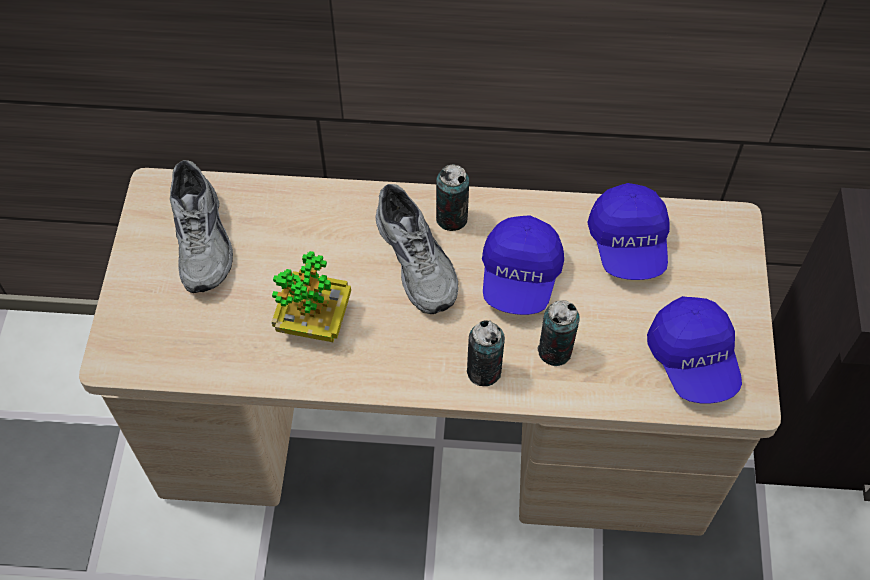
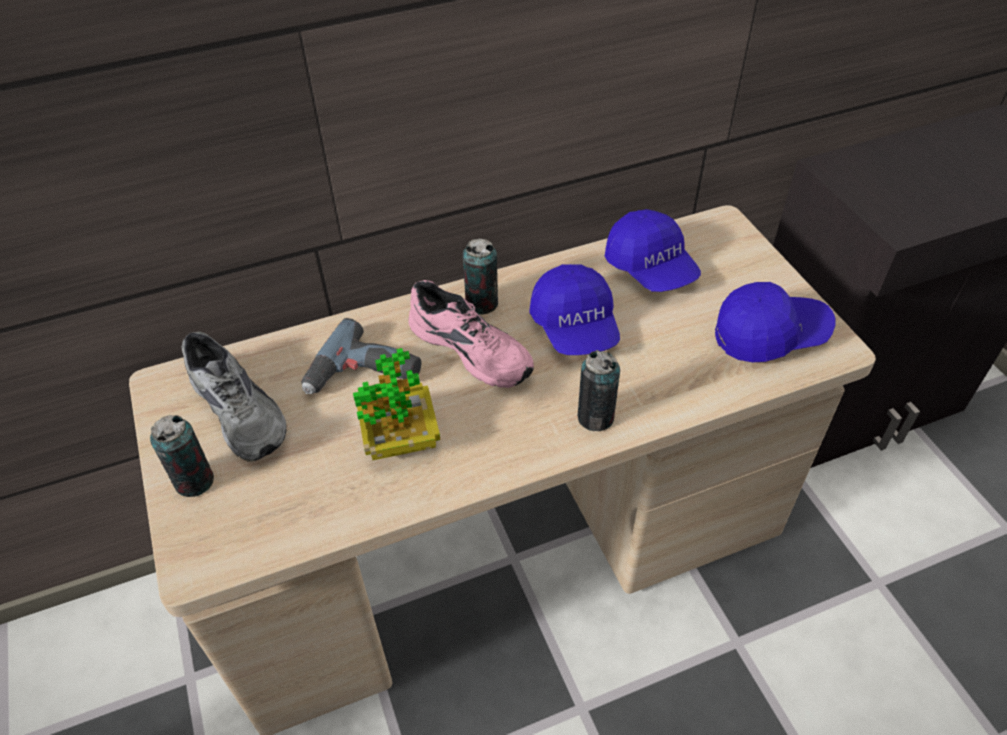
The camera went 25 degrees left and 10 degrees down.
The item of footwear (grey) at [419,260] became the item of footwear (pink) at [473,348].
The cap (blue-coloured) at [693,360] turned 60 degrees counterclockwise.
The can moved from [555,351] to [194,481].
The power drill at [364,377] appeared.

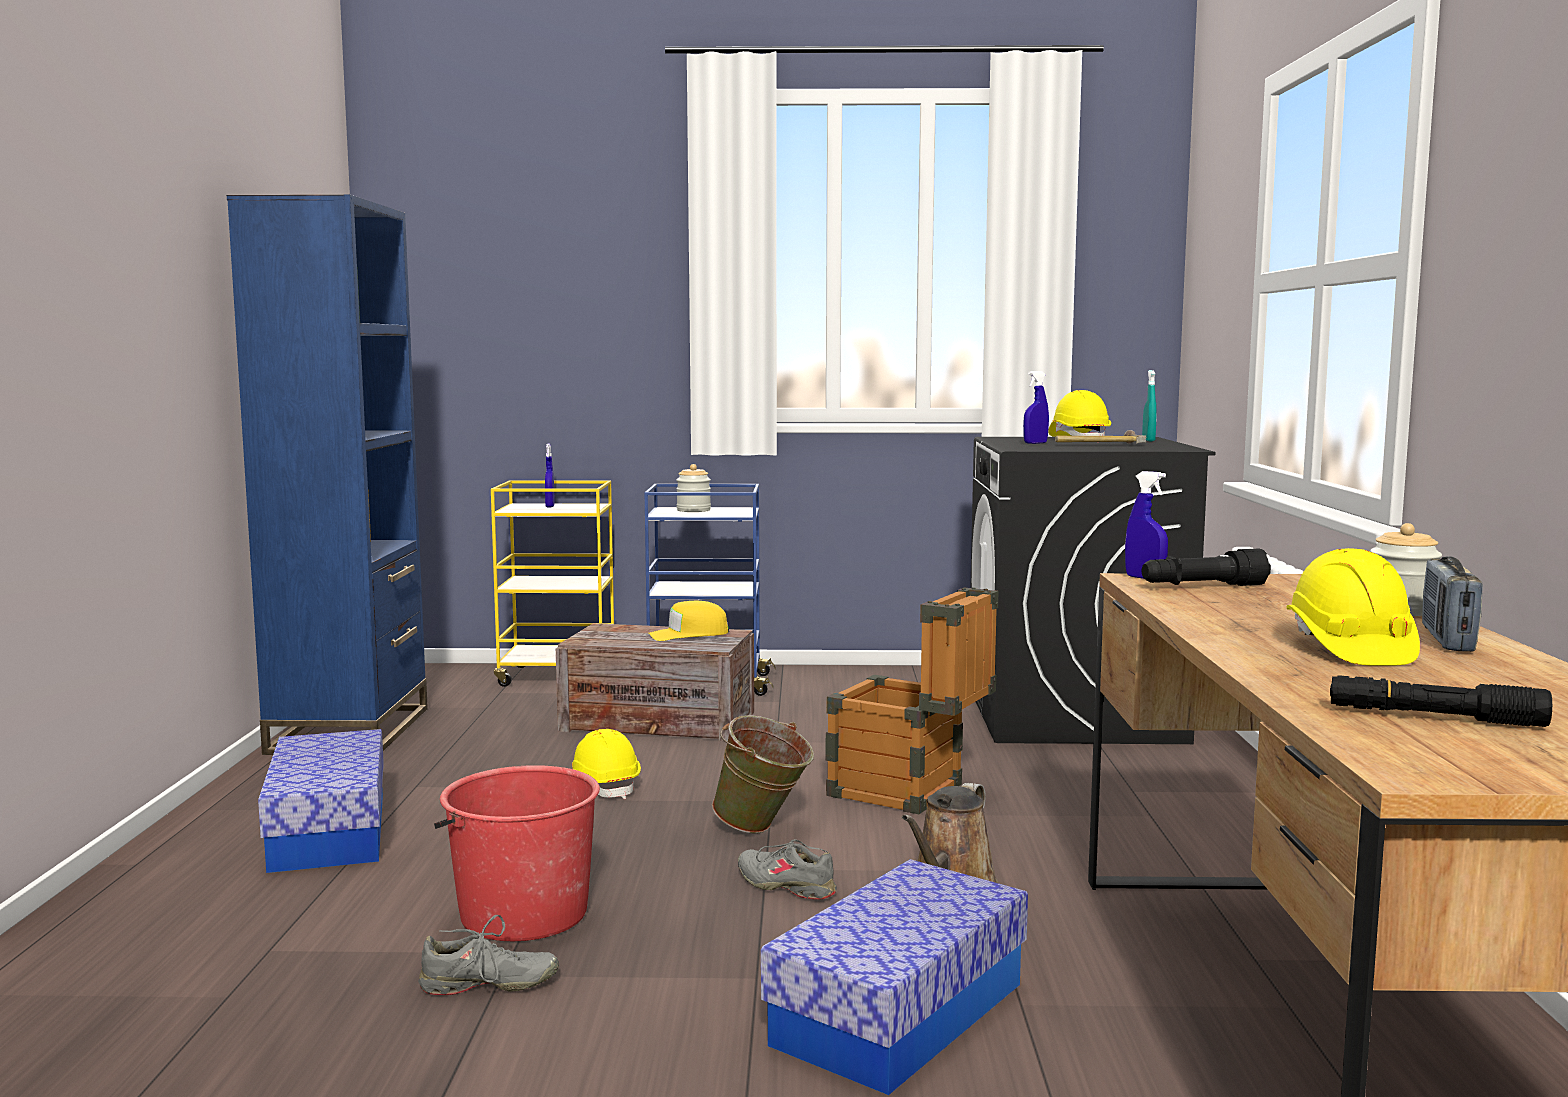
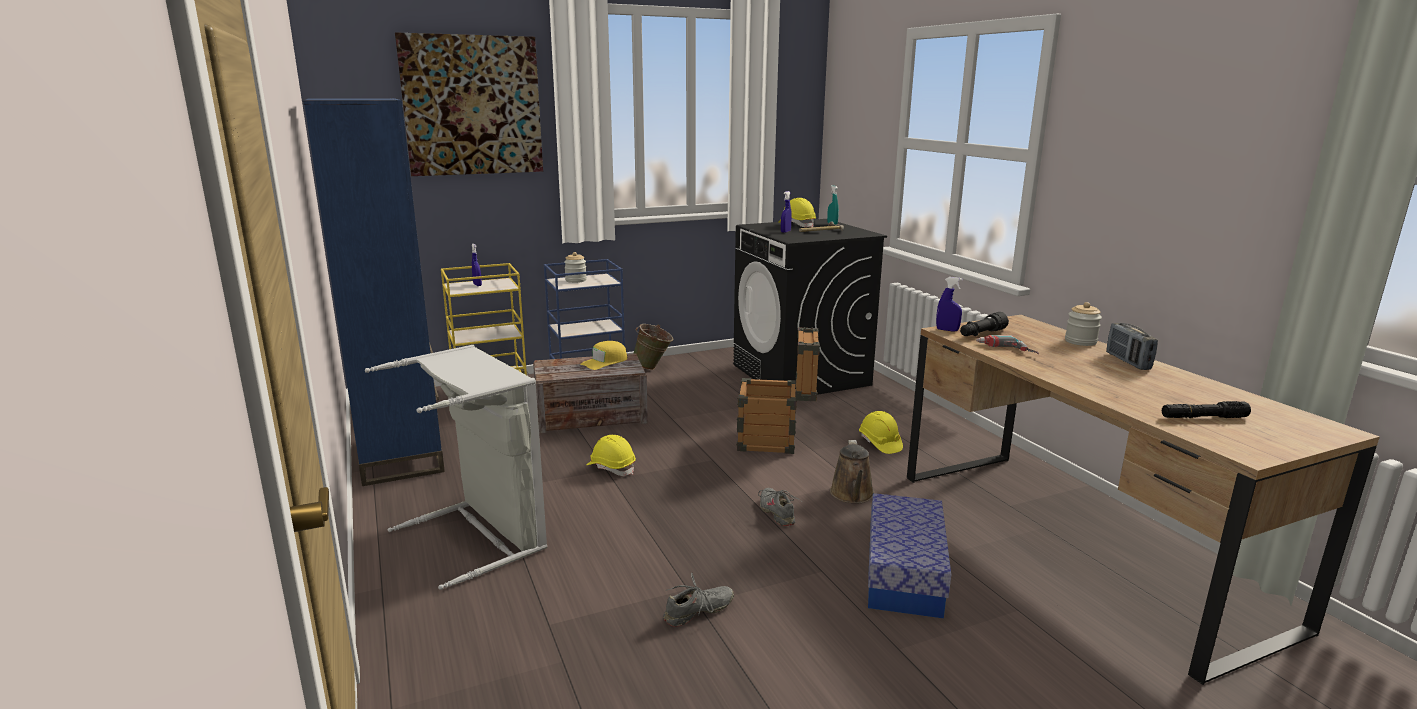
The camera went 25 degrees left and 10 degrees up.
The work helmet (yellow) moved from [1349,649] to [879,443].
The bucket (green-coloured) moved from [762,830] to [653,368].
The storage container at [329,832] was replaced by the laundry basket (grey) at [483,535].
The bucket (red) at [522,914] disappeared.
The item of footwear (grey) at [786,885] turned 60 degrees clockwise.
The wall picture at [472,106] appeared.
The power drill at [1005,350] appeared.

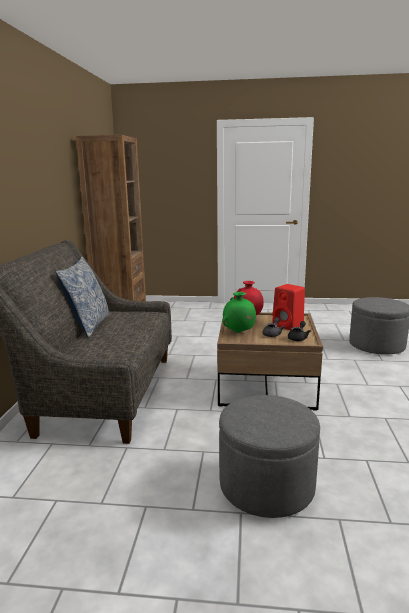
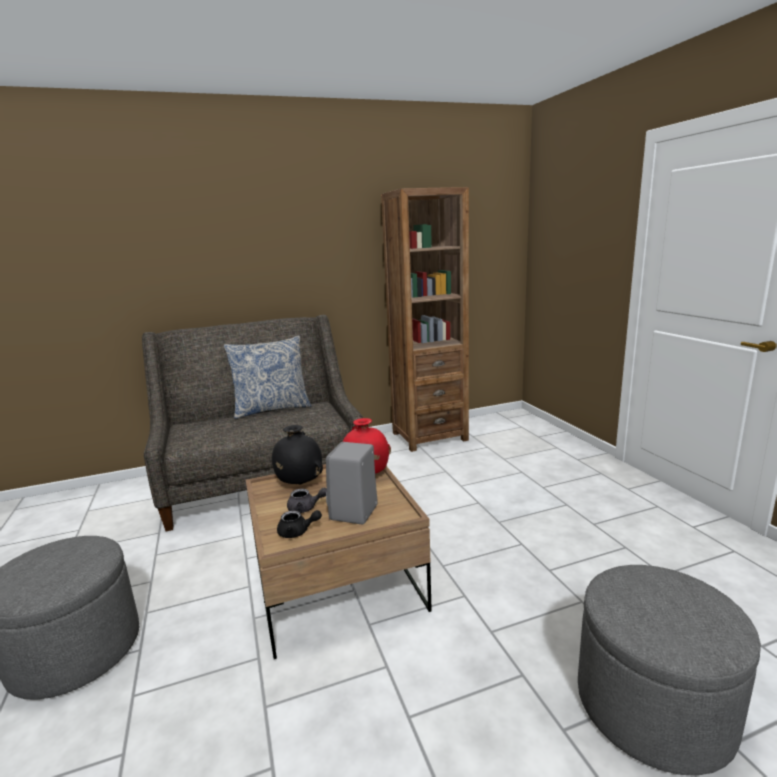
The camera went 65 degrees right and 0 degrees up.
The speaker (red) at [289,325] became the speaker (grey) at [353,513].
The flower vase (green-coloured) at [239,332] became the flower vase (blackish) at [299,484].

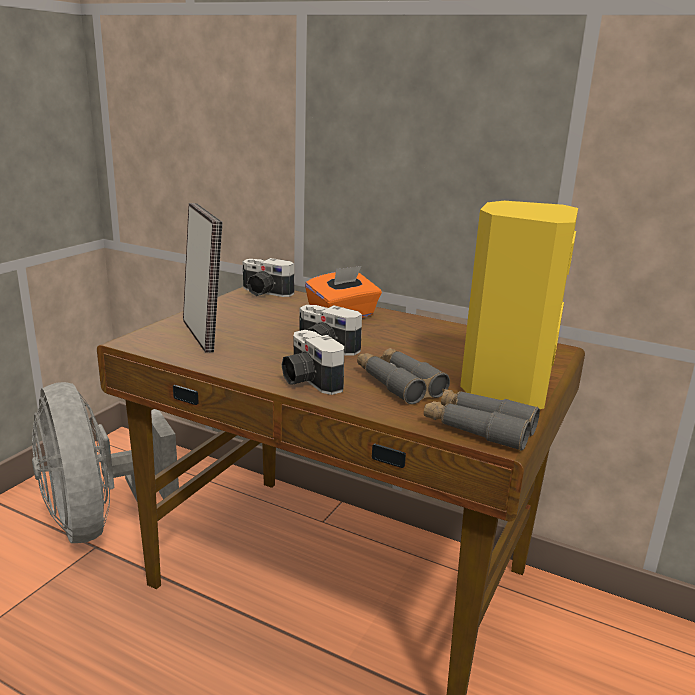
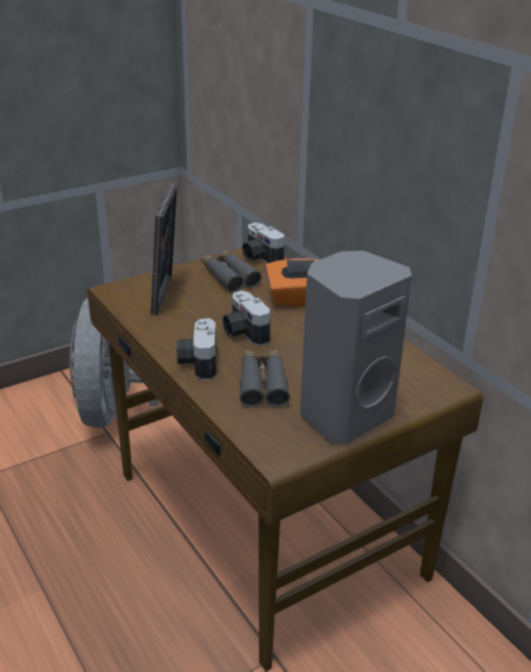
The camera went 30 degrees right and 10 degrees up.
The speaker (yellow) at [504,389] became the speaker (grey) at [343,414].
The field glasses (grey) moved from [478,428] to [229,277].

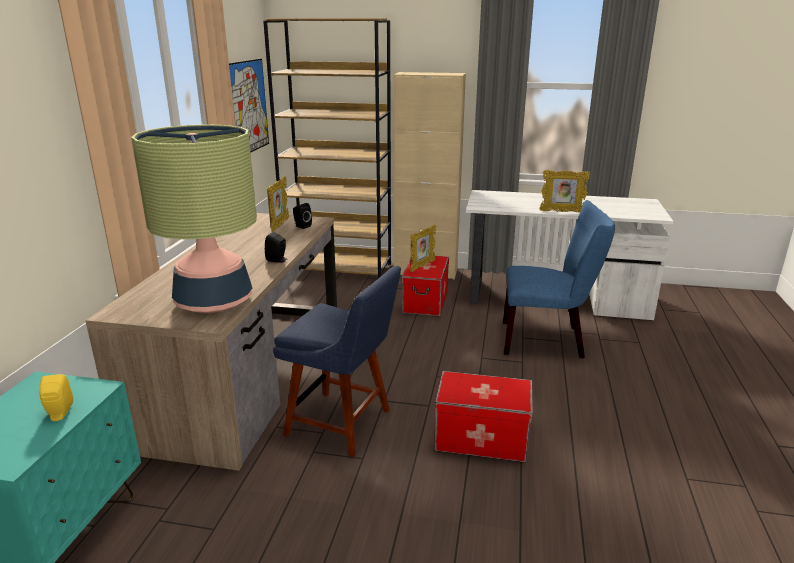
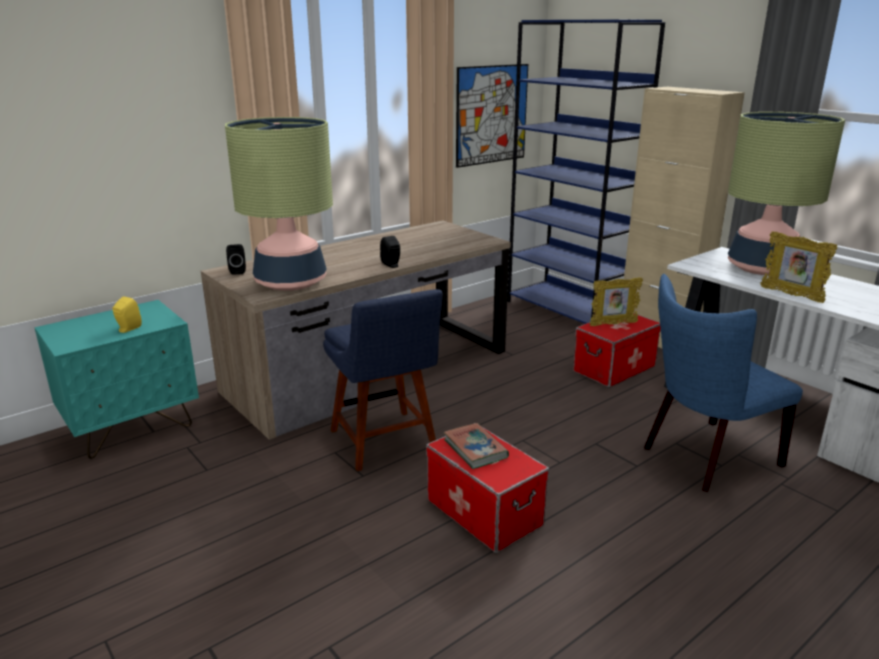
The camera went 40 degrees right and 0 degrees up.
The shelving unit (brown) at [339,269] became the shelving unit (blue-coloured) at [567,311].
The standing frame at [279,225] disappeared.
The chair (blue-coloured) at [548,340] turned 105 degrees clockwise.
The speaker (blackish) moved from [301,226] to [238,271].
The table lamp at [762,268] appeared.
The volume at [475,449] appeared.

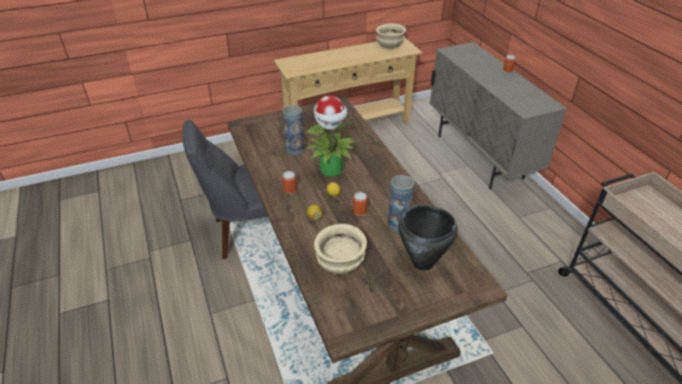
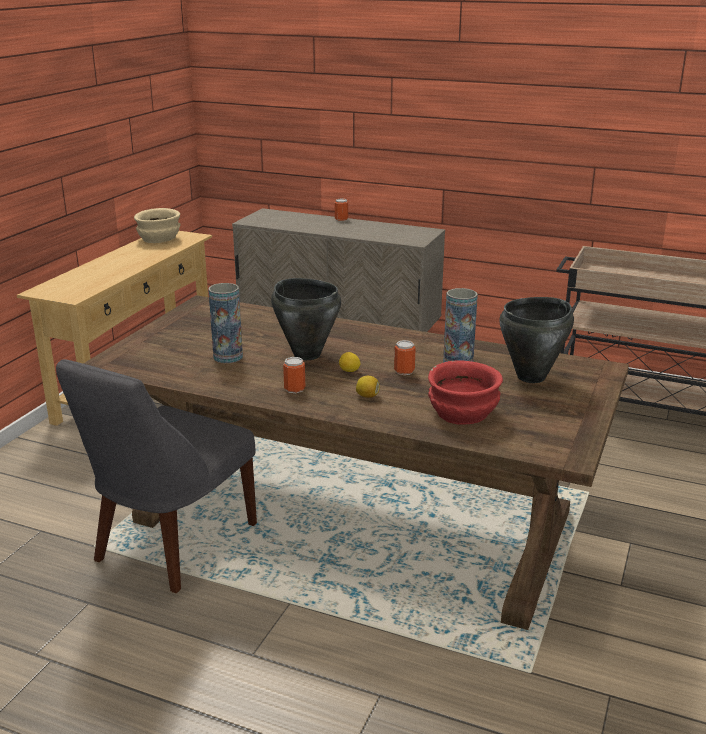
The camera went 45 degrees left and 15 degrees down.
The plant in a pot at [332,169] was replaced by the cooking pot (blackish) at [307,354].
The deep dish (sand-coloured) at [340,262] became the deep dish (red) at [463,413].

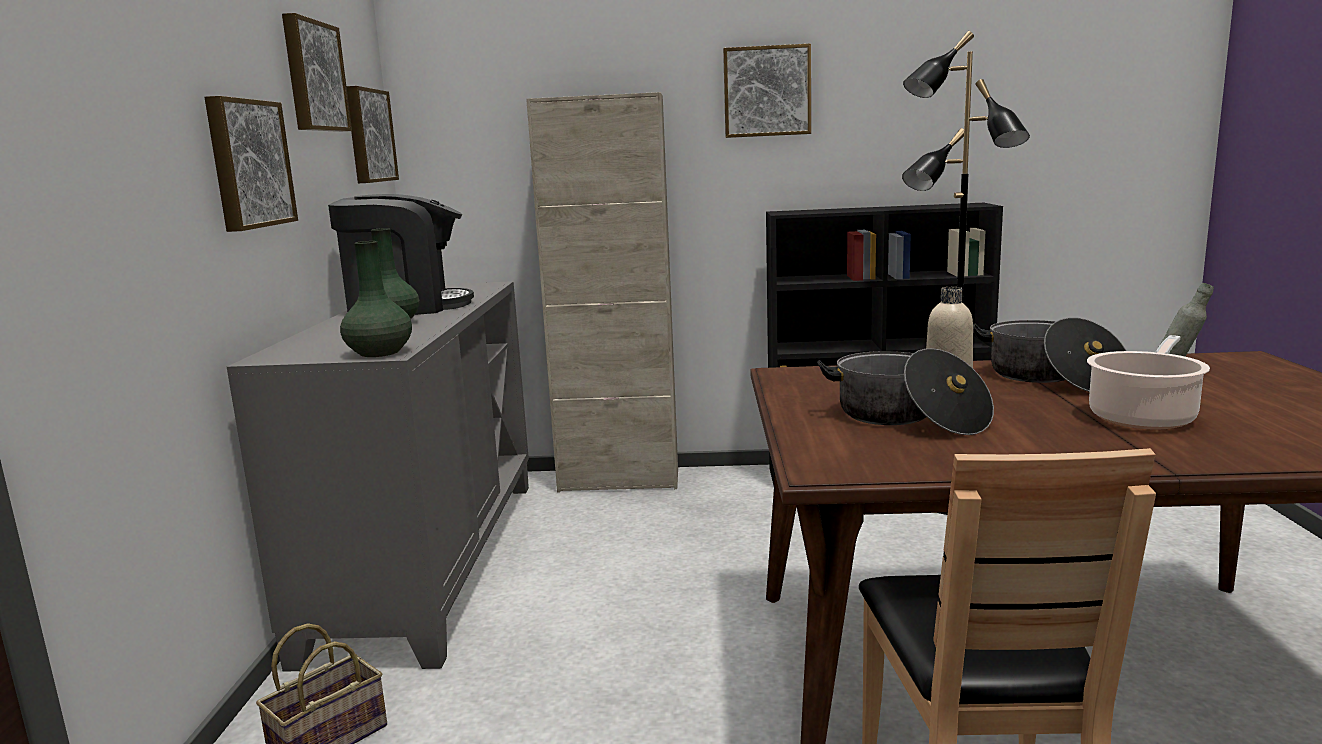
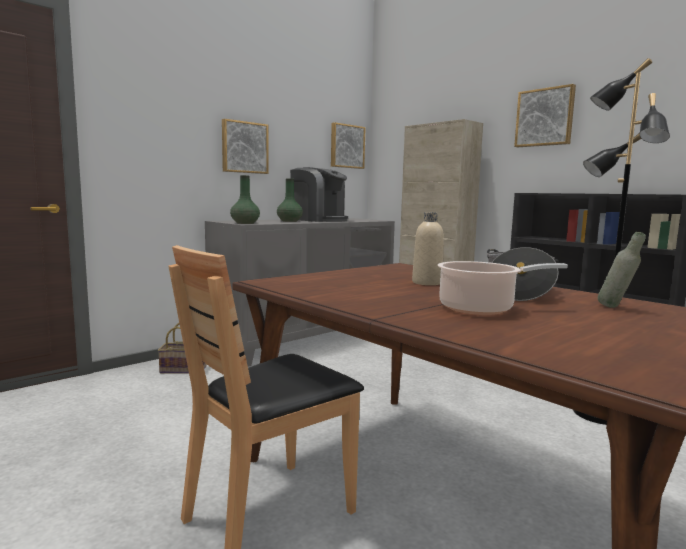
The camera went 45 degrees right and 5 degrees down.
The wall picture at [313,76] disappeared.
The cooking pot at [907,418] disappeared.

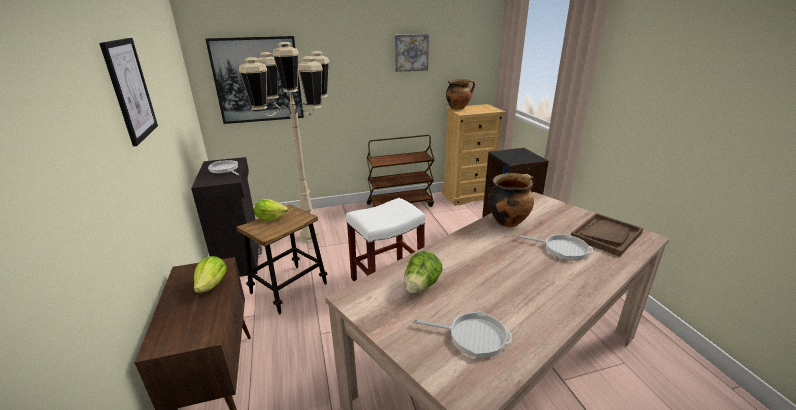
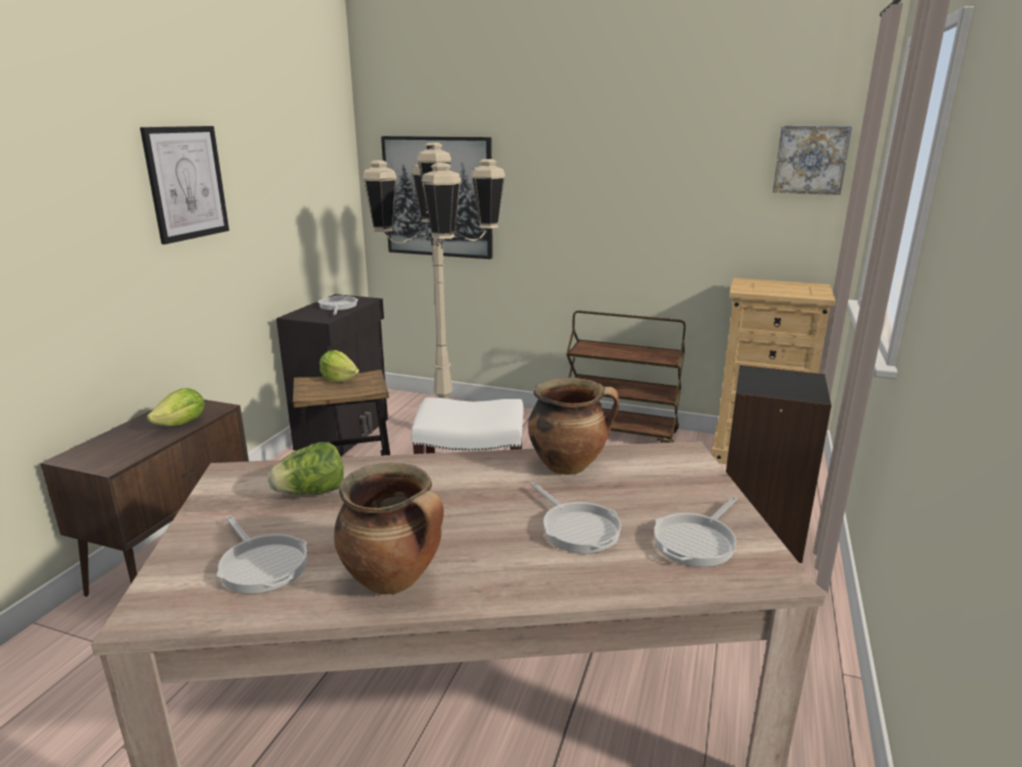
The camera went 35 degrees right and 5 degrees down.
The wall picture moved from [411,52] to [810,159].
The cooking pot moved from [458,108] to [395,579].
The serving tray (brown) at [606,235] was replaced by the skillet at [697,541].

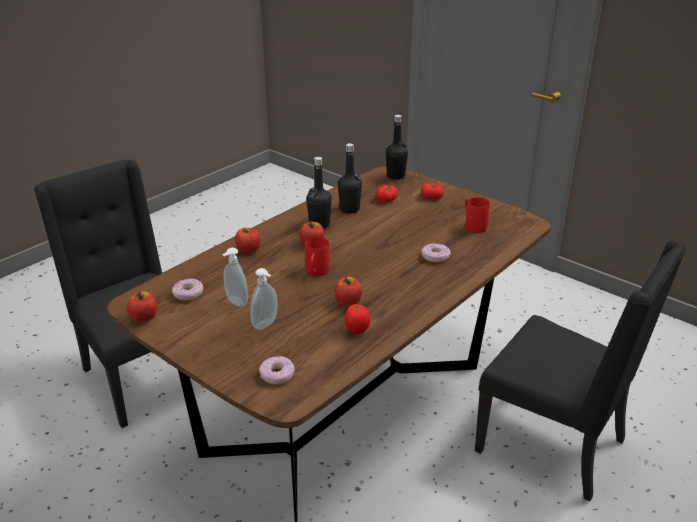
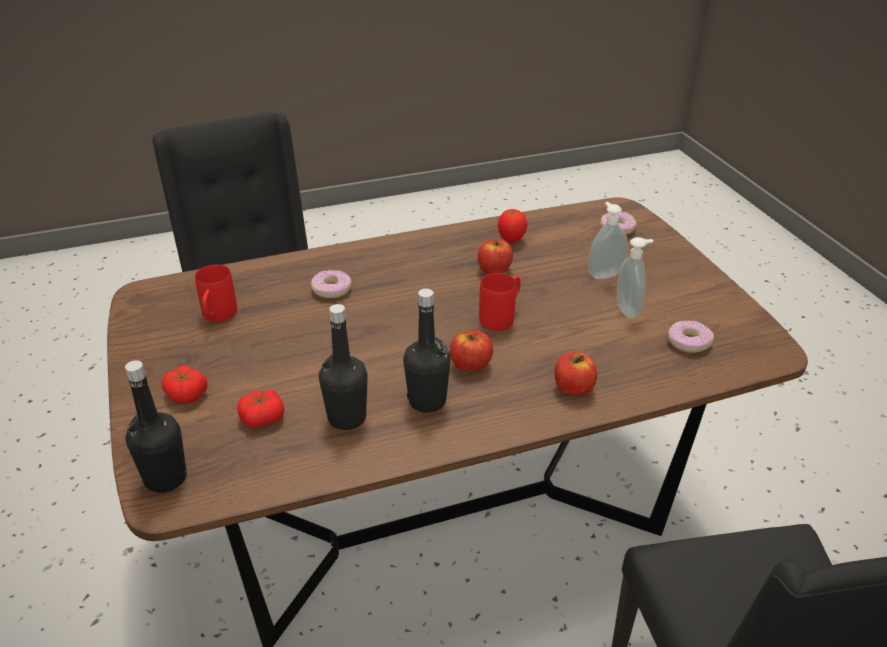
The camera went 150 degrees left and 5 degrees up.
The apple fruit at [144,317] disappeared.

